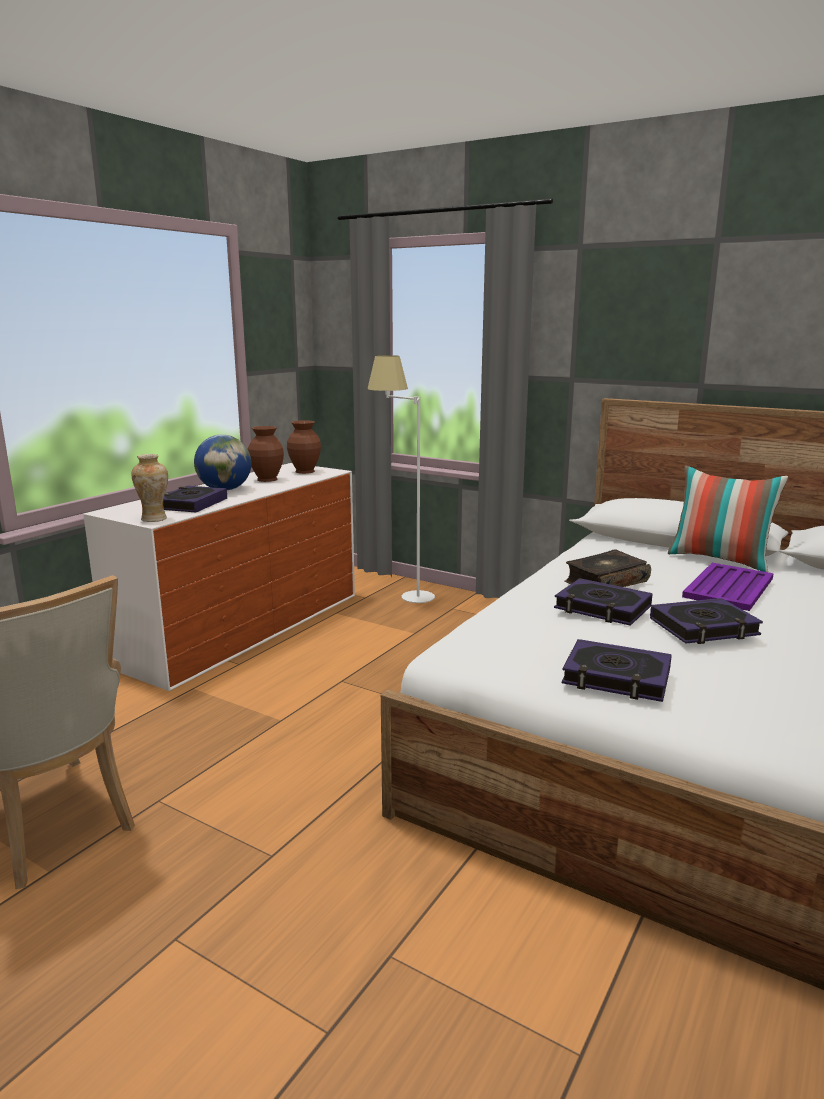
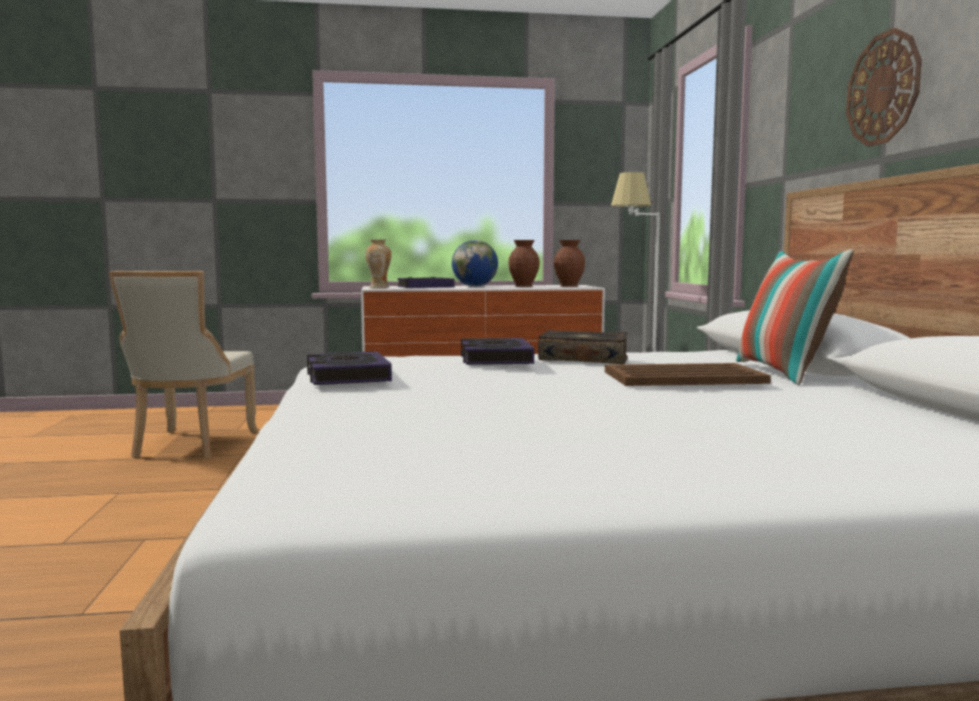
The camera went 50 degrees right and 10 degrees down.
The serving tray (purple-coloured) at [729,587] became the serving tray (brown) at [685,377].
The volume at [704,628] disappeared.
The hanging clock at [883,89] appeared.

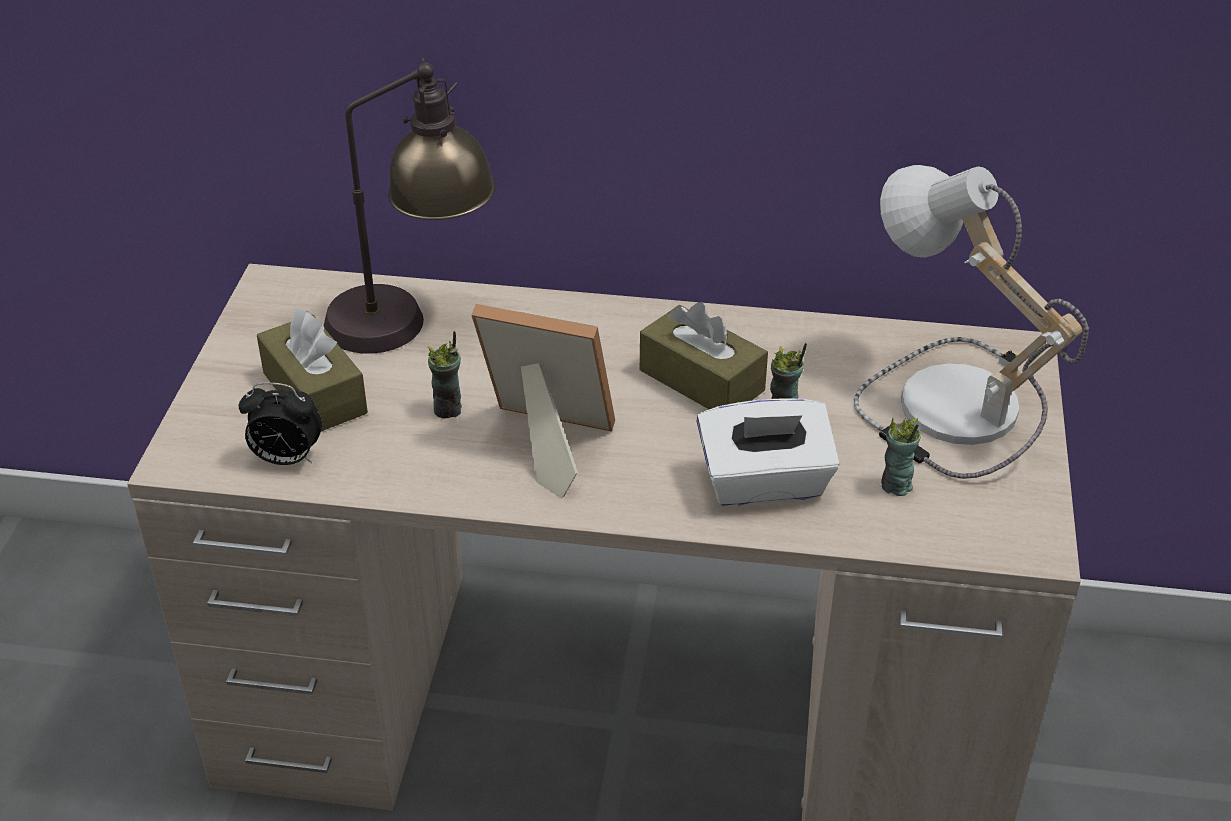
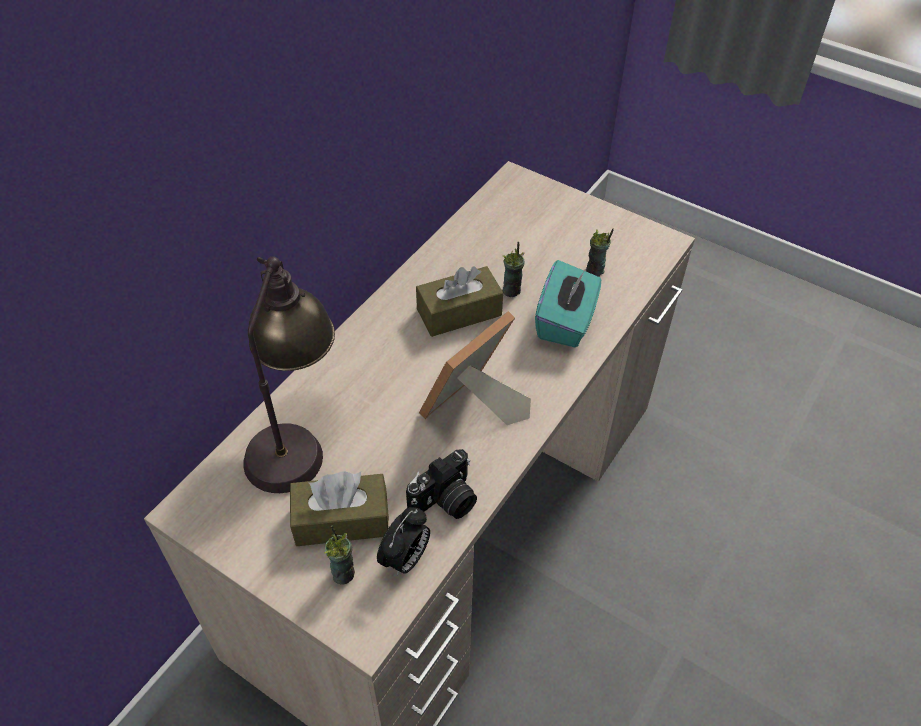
The camera went 65 degrees left and 10 degrees up.
The table lamp at [944,407] disappeared.
The drinking cup moved from [448,409] to [343,573].
The tissue holder (whitish) at [764,484] became the tissue holder (blue-green) at [566,322].
The still camera at [446,501] appeared.

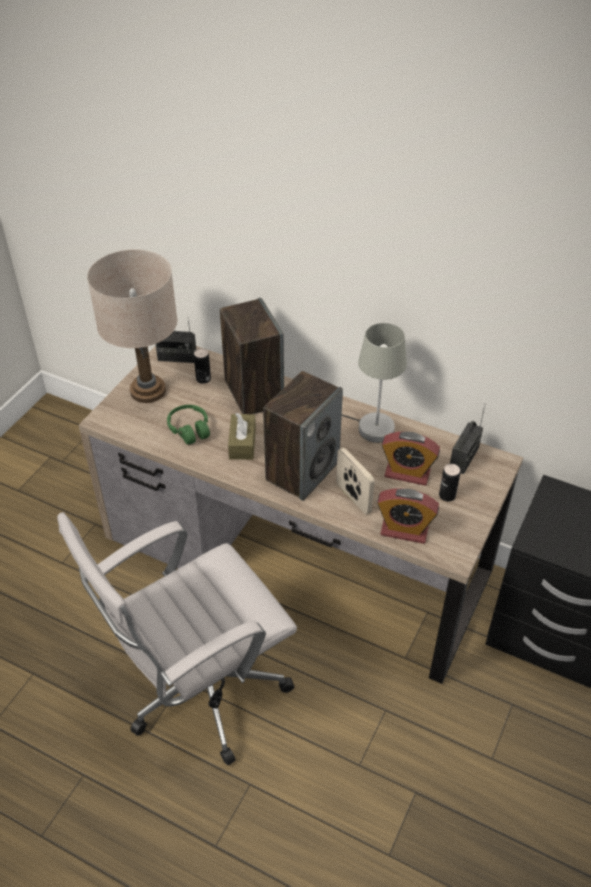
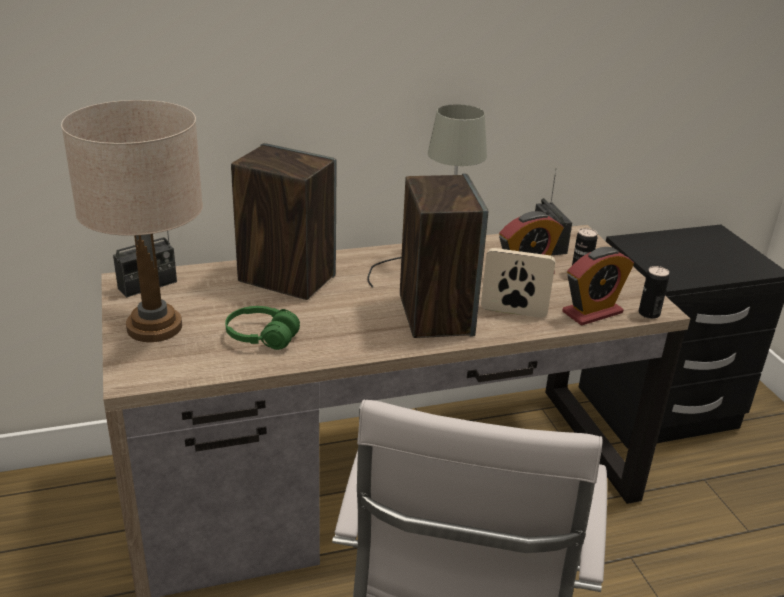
The camera went 45 degrees left and 15 degrees down.
The can moved from [203,379] to [649,314].
The tissue holder (brown) at [242,443] disappeared.

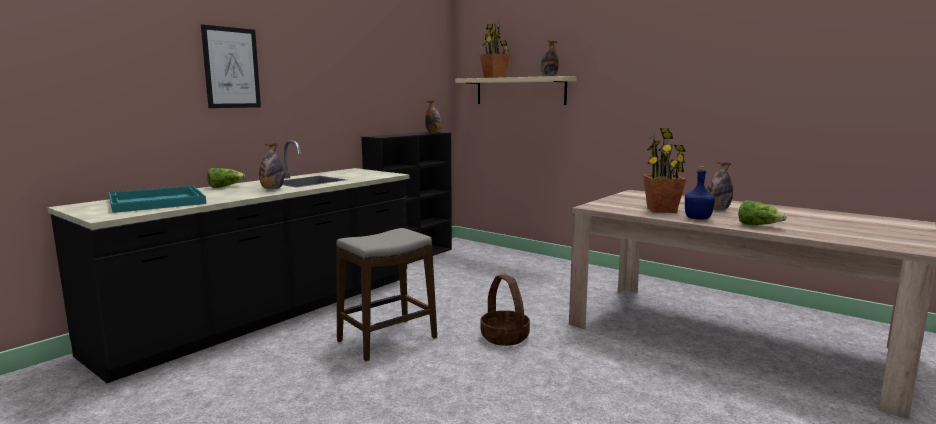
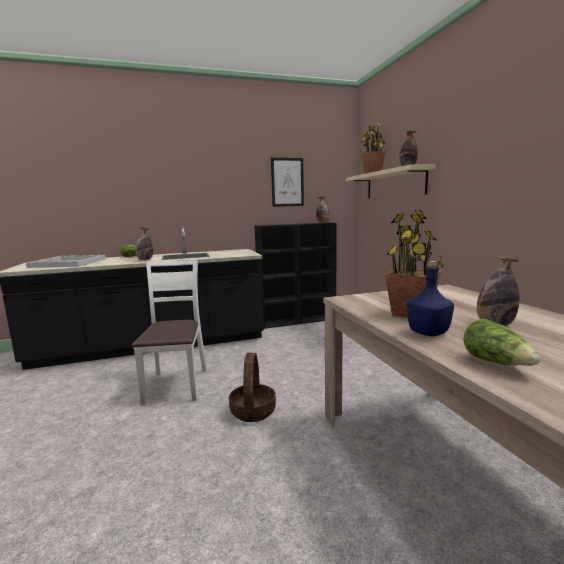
The camera went 35 degrees right and 0 degrees up.
The wall picture moved from [231,68] to [287,182].
The serving tray (blue-green) at [156,202] became the serving tray (whitish) at [68,263].
The stool seat at [387,339] was replaced by the chair (whitish) at [176,385].

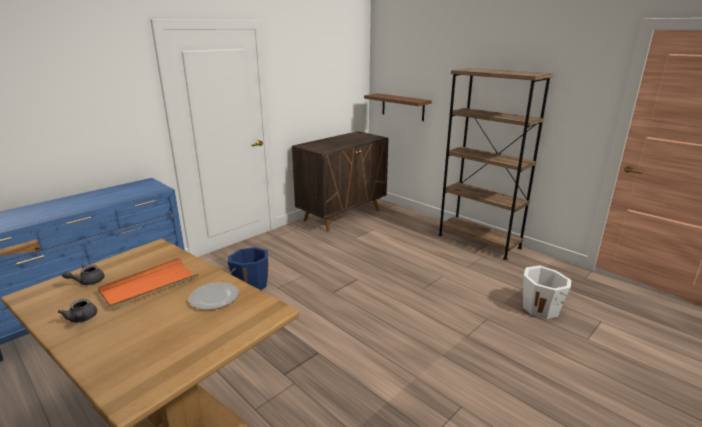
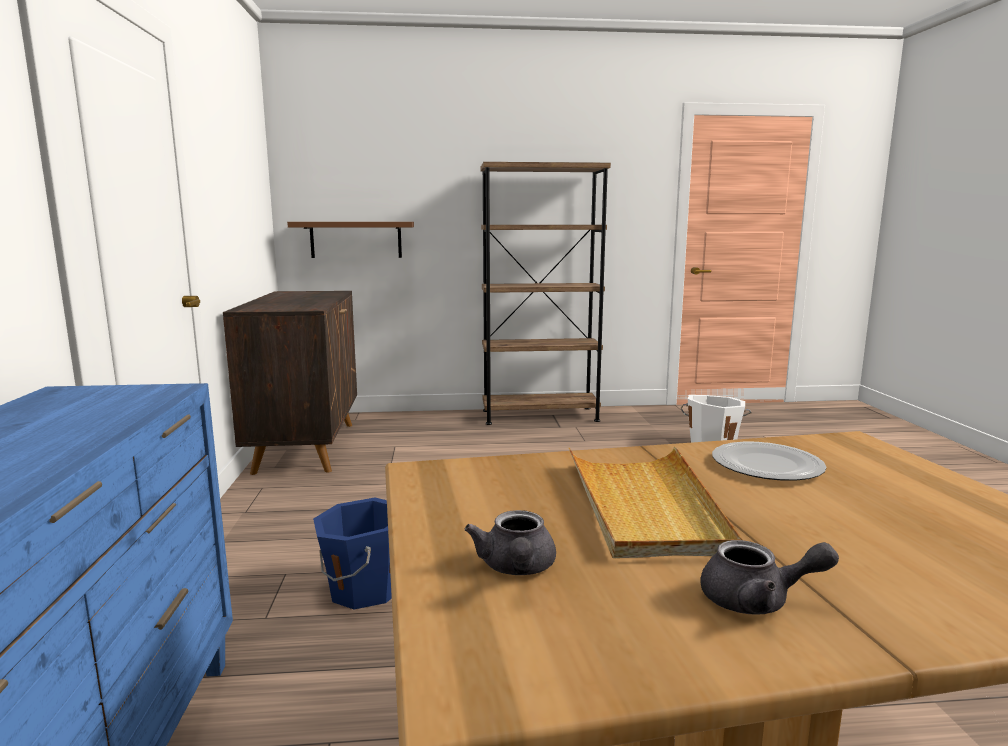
The camera went 50 degrees left and 10 degrees down.
The serving tray (orange-coloured) at [149,286] became the serving tray (sand-coloured) at [644,505].

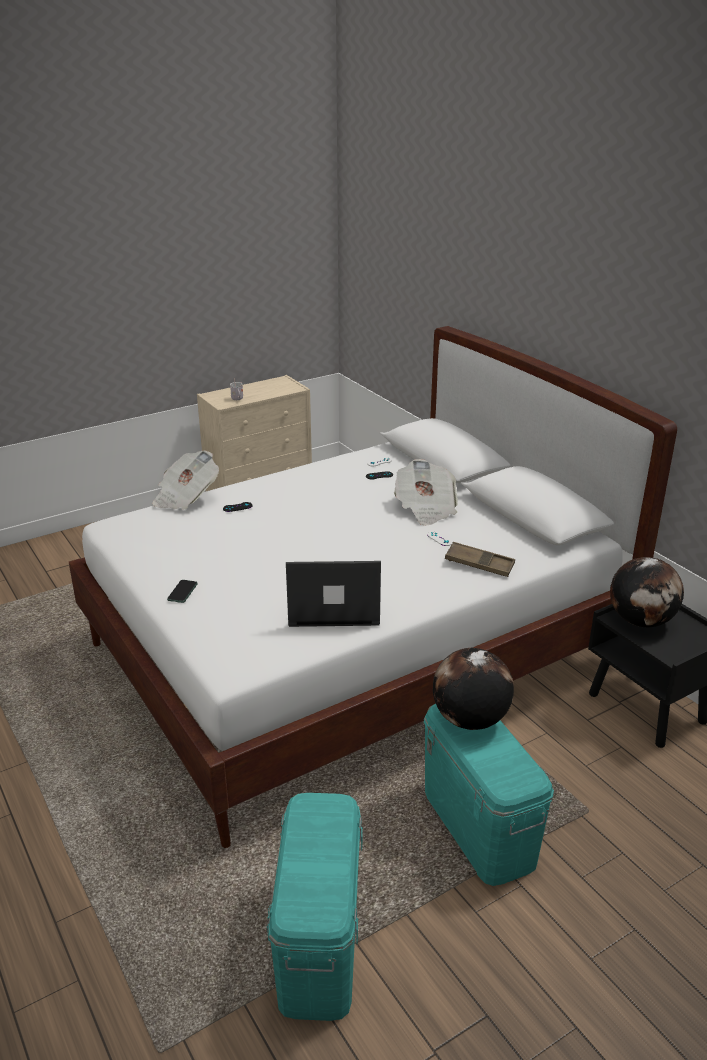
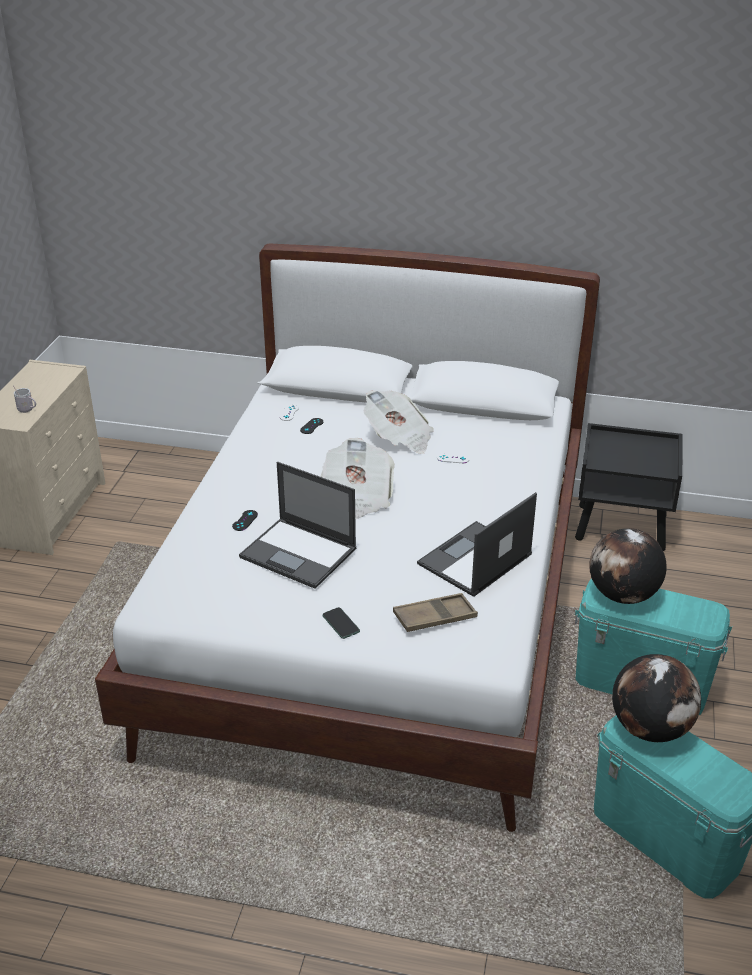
The camera went 45 degrees left and 5 degrees up.
The printed paper moved from [185,497] to [357,497].
The serving tray (brown) moved from [479,564] to [435,617].
The globe moved from [641,621] to [650,728].
The portable computer at [299,553] appeared.

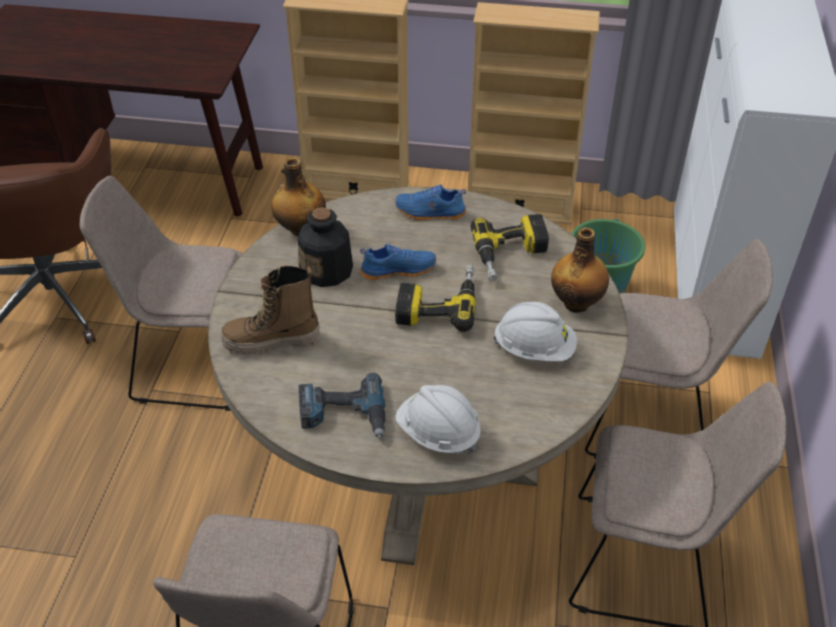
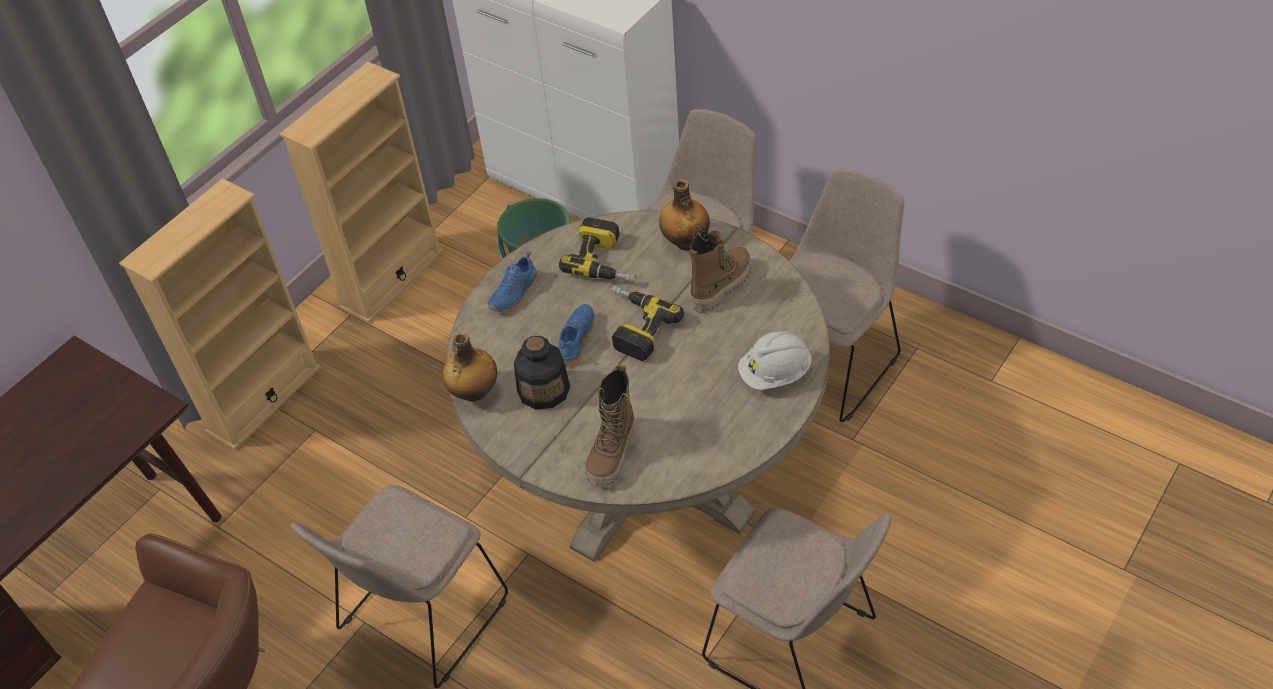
The camera went 60 degrees left and 5 degrees up.
The work helmet (whitish) at [534,349] was replaced by the high-top boot at [720,286].
The power drill at [343,415] disappeared.

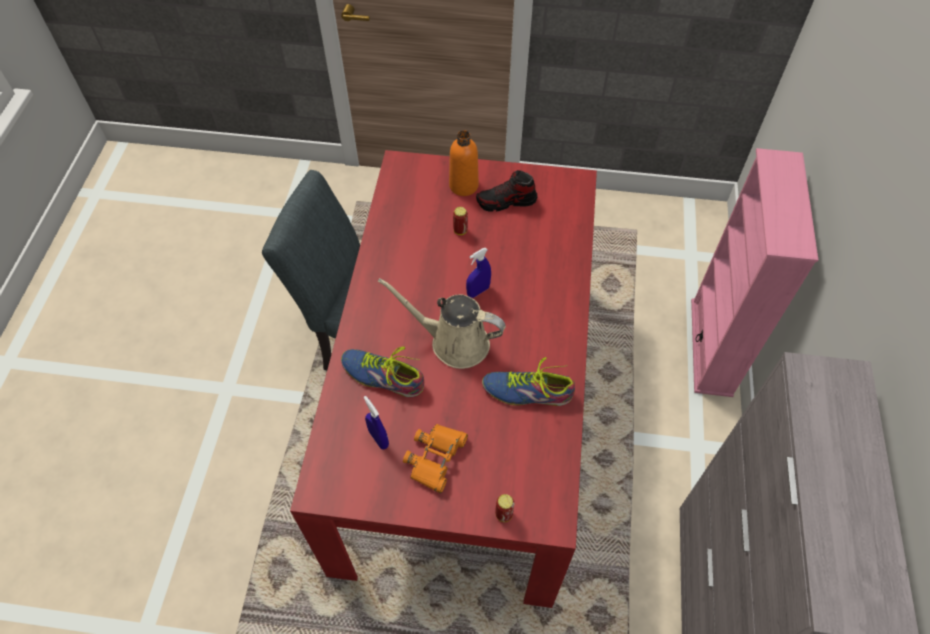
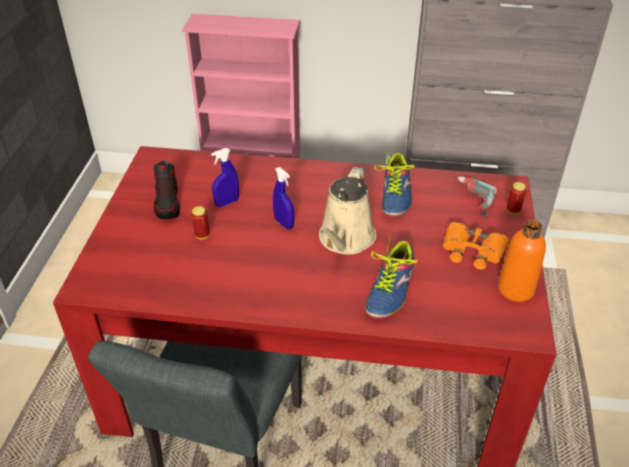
The camera went 90 degrees left and 15 degrees down.
The drink bottle (orange-coloured) moved from [463,185] to [515,289].
The sprayer (blue-coloured) moved from [378,438] to [227,202].
The power drill at [471,201] appeared.

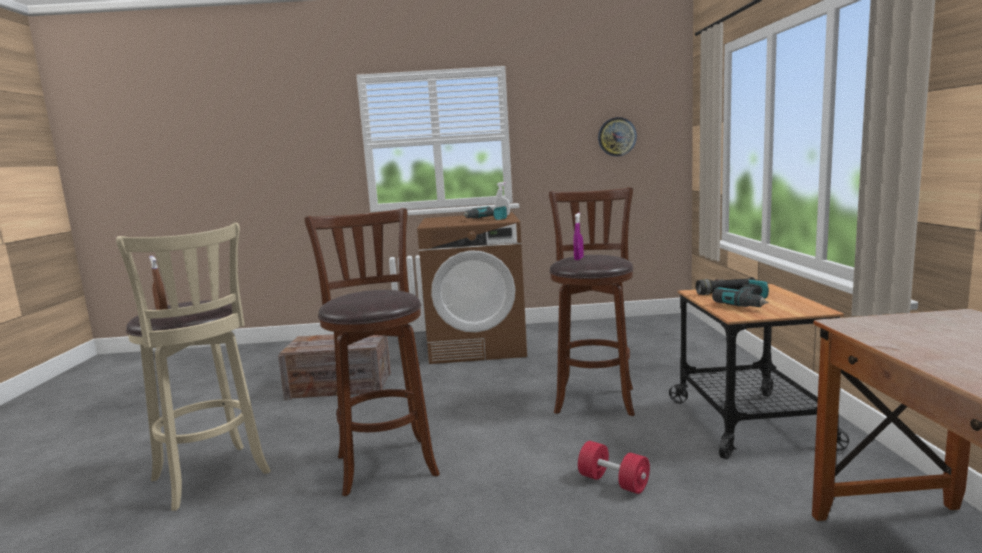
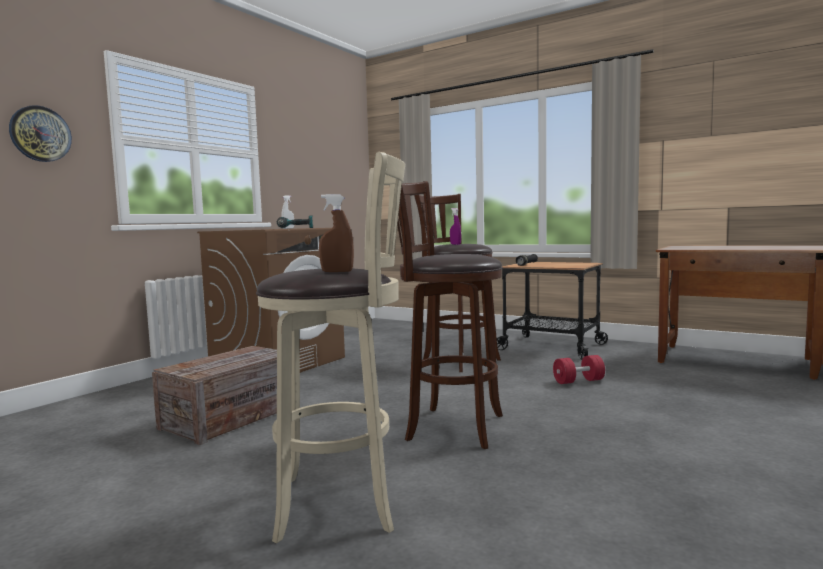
The camera went 55 degrees left and 5 degrees down.
The hanging clock moved from [617,137] to [40,134].
The power drill at [748,303] disappeared.

